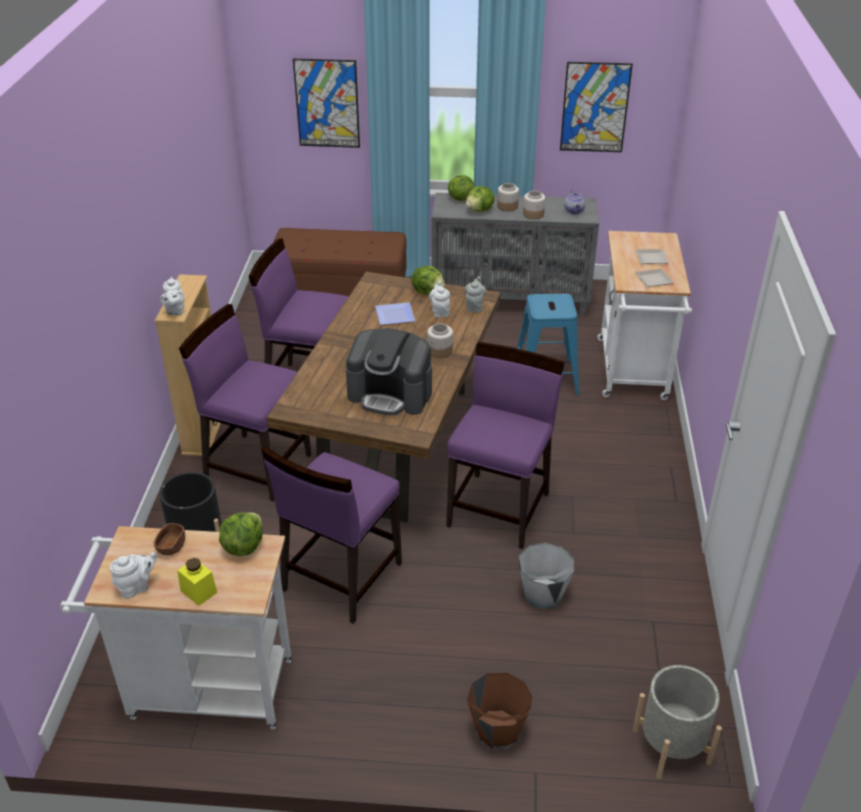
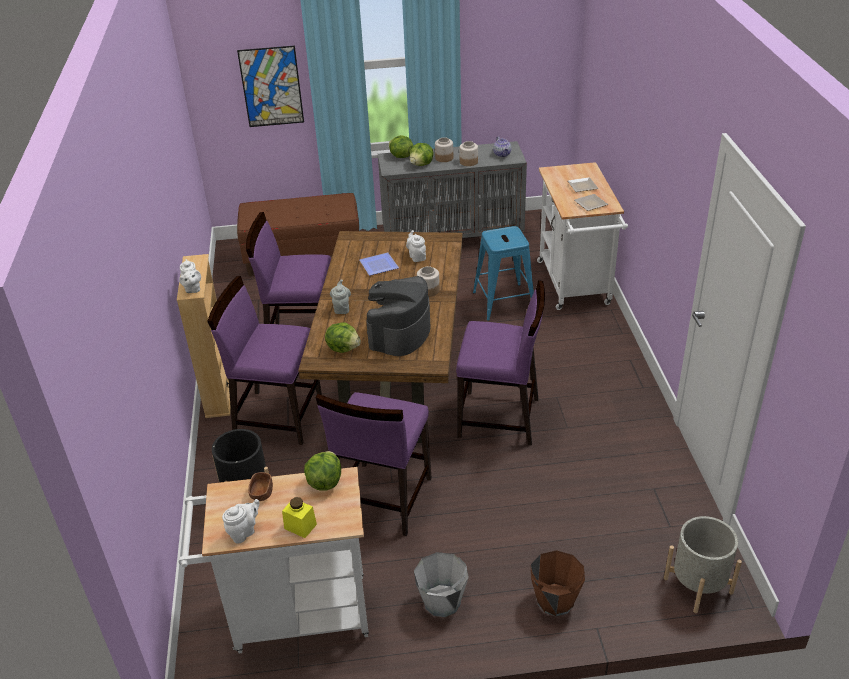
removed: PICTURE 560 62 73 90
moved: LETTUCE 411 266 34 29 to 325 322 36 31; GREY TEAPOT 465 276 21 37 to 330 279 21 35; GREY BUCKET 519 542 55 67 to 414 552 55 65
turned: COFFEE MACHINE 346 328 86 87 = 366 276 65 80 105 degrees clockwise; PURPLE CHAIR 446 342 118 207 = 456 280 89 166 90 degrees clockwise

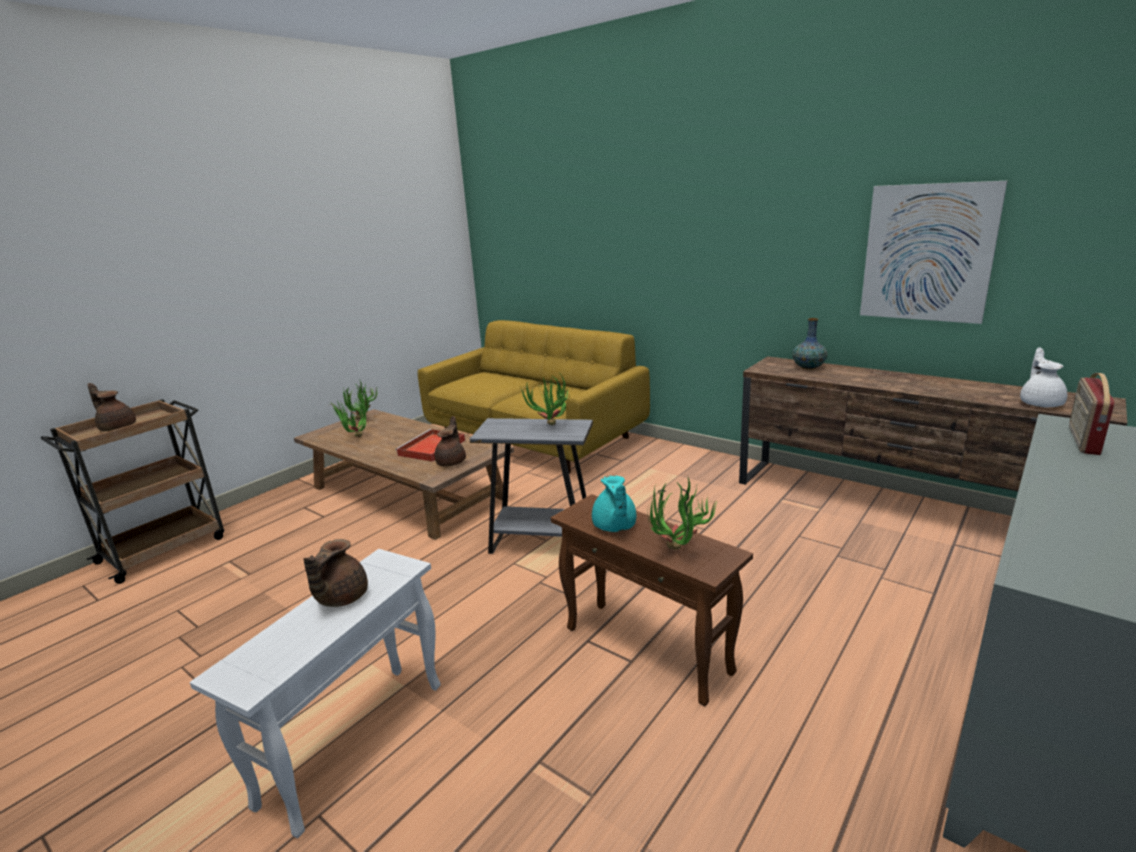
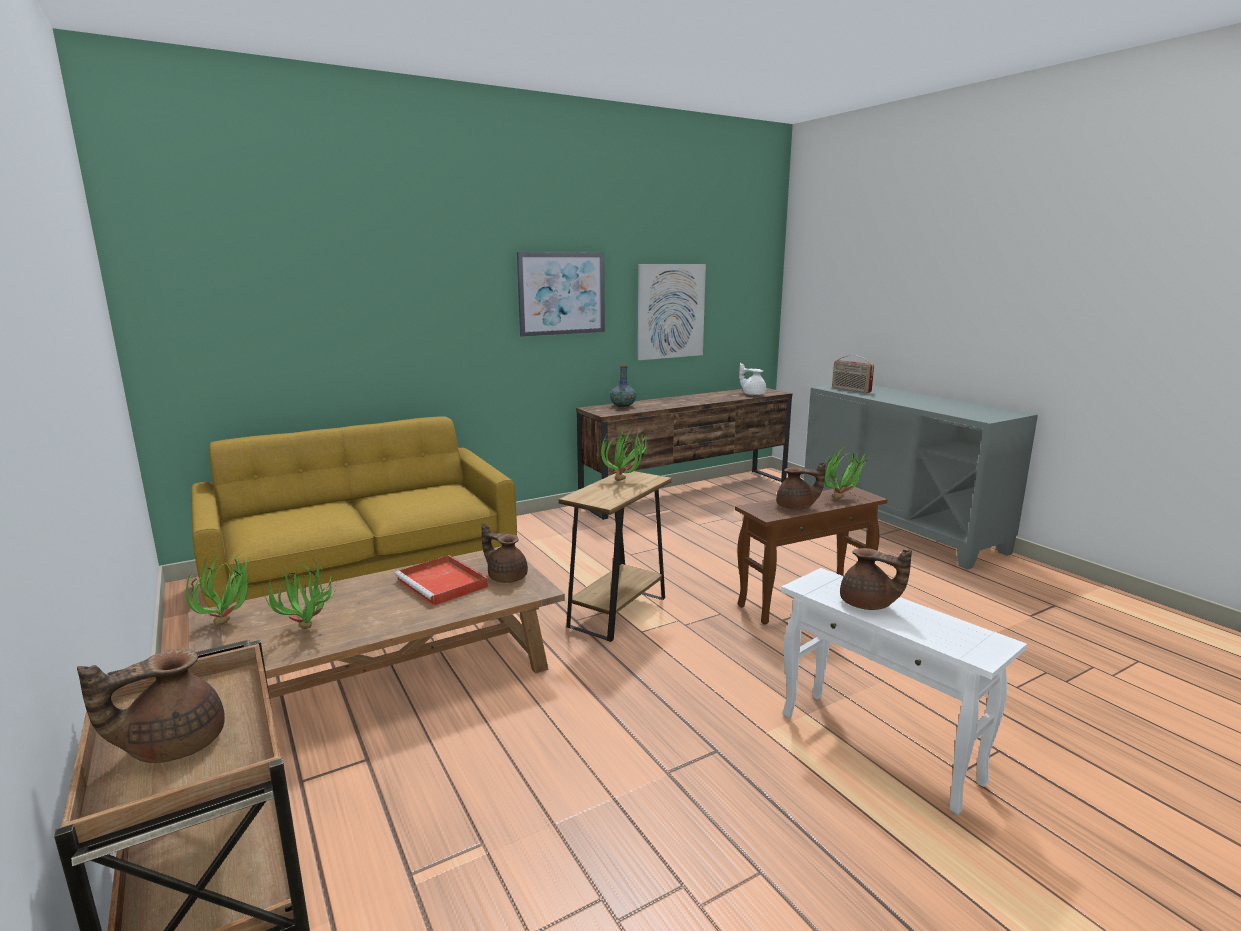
added: PICTURE 517 252 88 85
recoloured: GREY SIDE TABLE 470 418 123 136 to BROWN SIDE TABLE 559 470 113 172; TURQUOISE TEAPOT 592 475 44 57 to BROWN TEAPOT 776 462 50 48

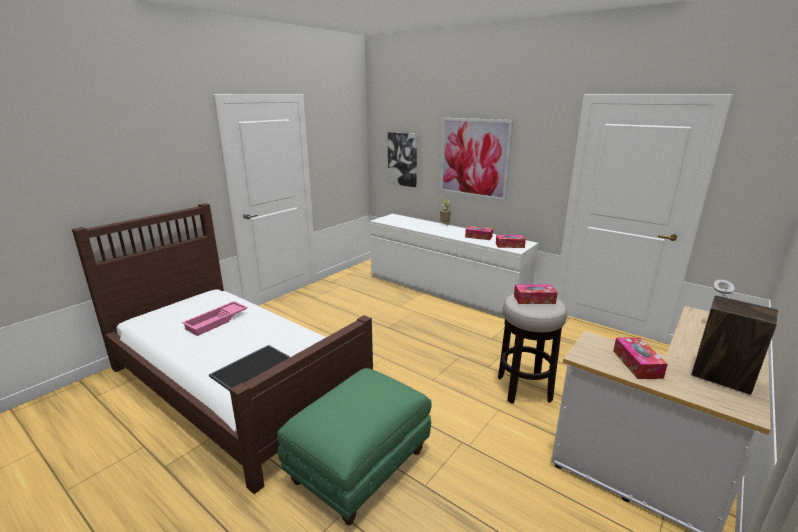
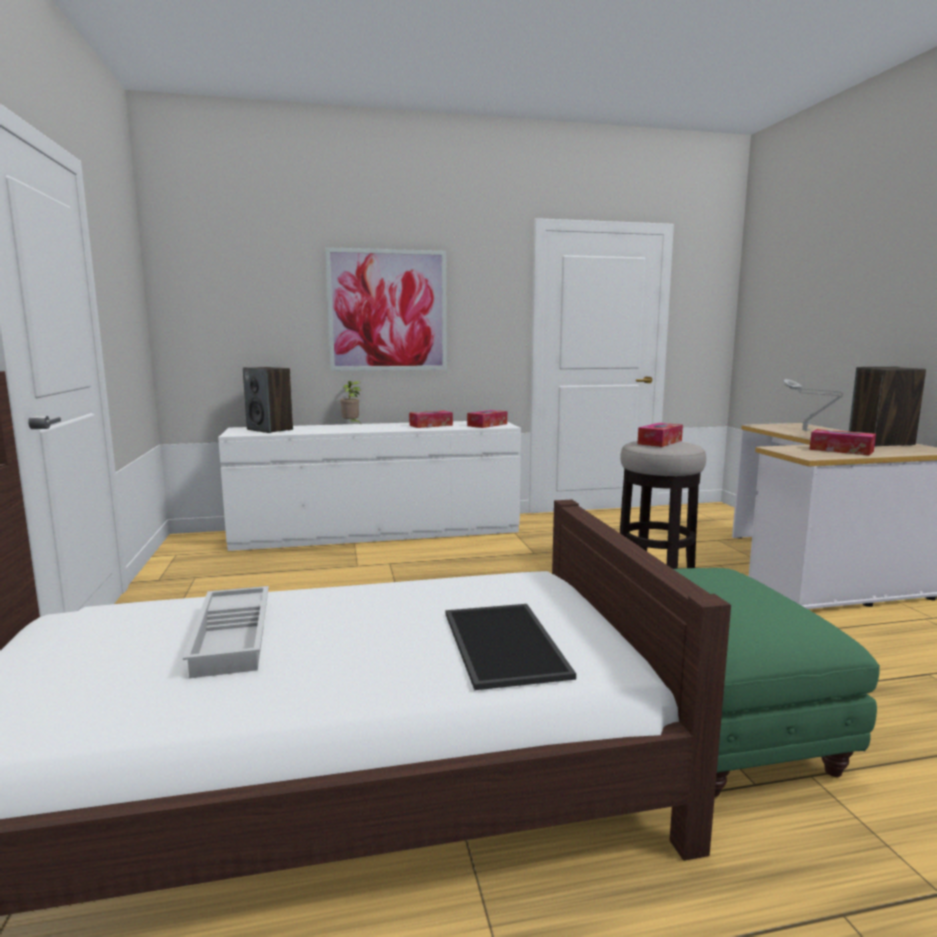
removed: PICTURE 388 132 29 55
added: SPEAKER 243 367 50 66
recoloured: PINK TRAY 182 301 66 35 to WHITE TRAY 183 586 86 92

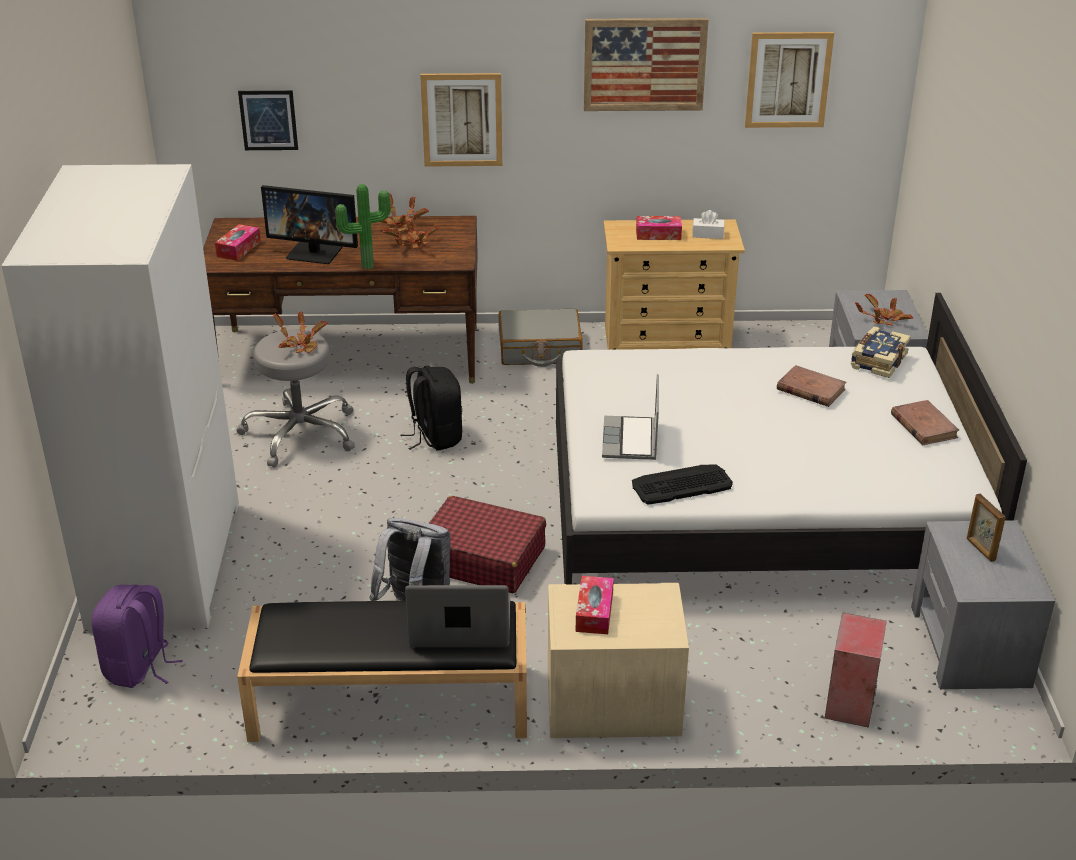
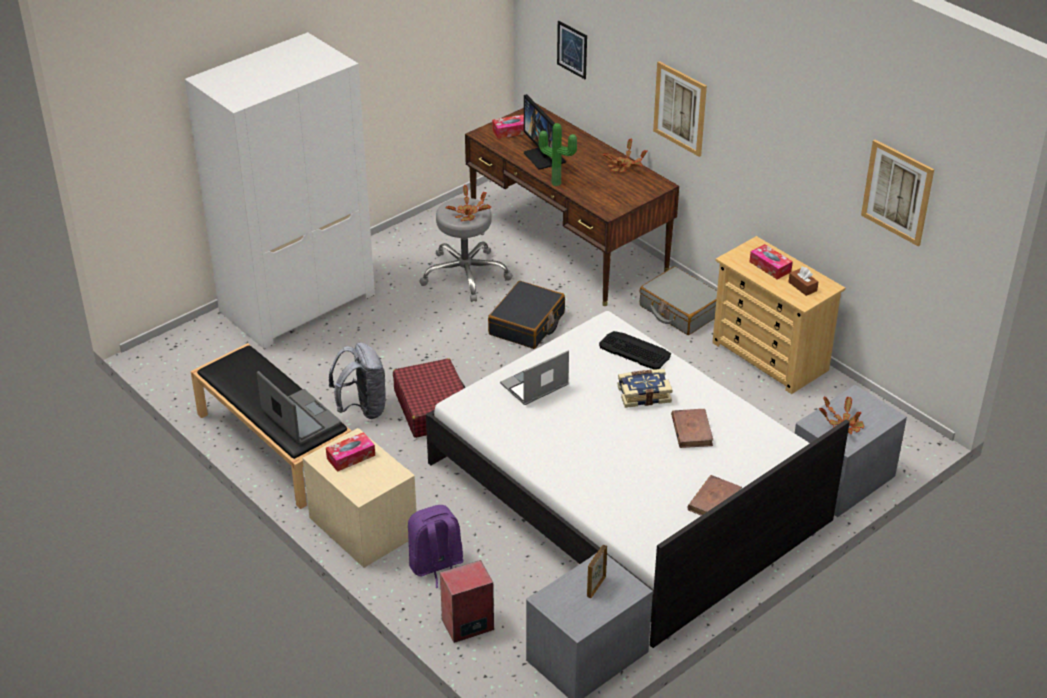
removed: PICTURE 584 18 125 93; POTTED PLANT 383 221 56 27
moved: BOOK 851 326 60 52 to 618 369 54 39; KEYBOARD 632 464 101 41 to 599 331 72 39; PURPLE BACKPACK 91 584 92 104 to 408 505 55 83
replaced: BLACK BACKPACK 401 366 61 85 to BLACK SUITCASE 488 281 77 68
recoloured: WHITE TISSUE BOX 692 210 33 29 to BROWN TISSUE BOX 789 267 29 29

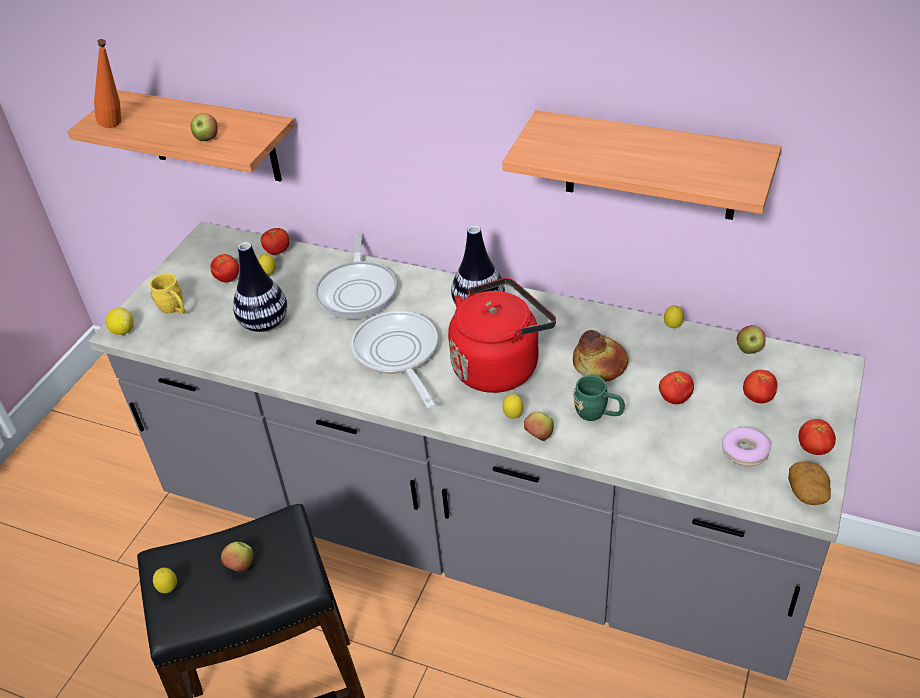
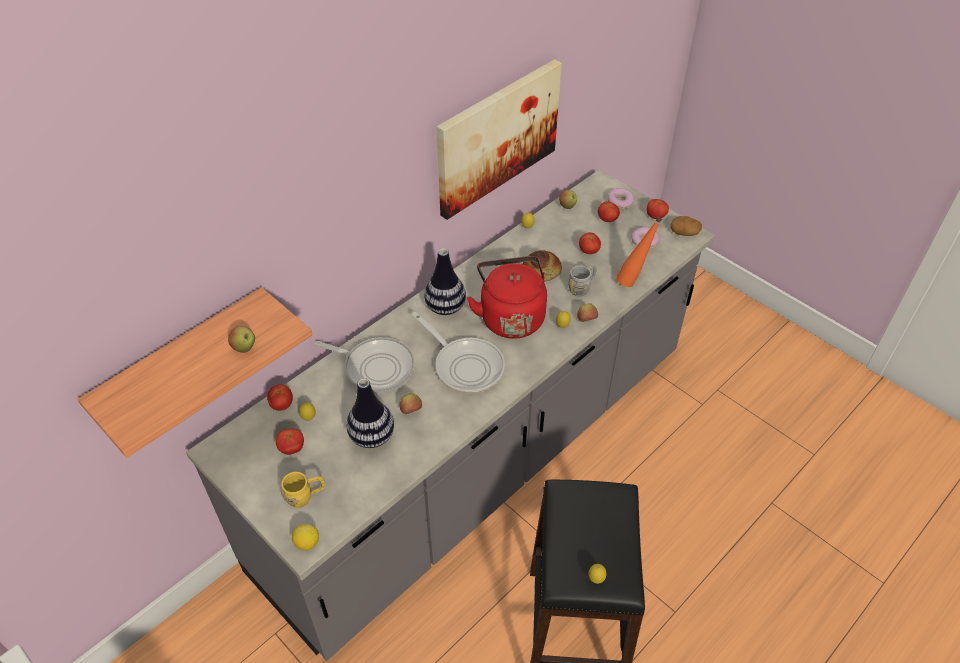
added: DONUT 608 188 26 21
moved: ORANGE BOTTLE 94 39 27 89 to 616 217 46 70; APPLE 221 542 32 30 to 400 393 22 21
replaced: SHELF 502 110 280 110 to PICTURE 436 59 126 161
recoloured: GREEN MUG 573 375 52 46 to GREY MUG 568 265 29 31
turned: FRYING PAN 351 311 87 97 = 412 312 93 81 135 degrees counterclockwise

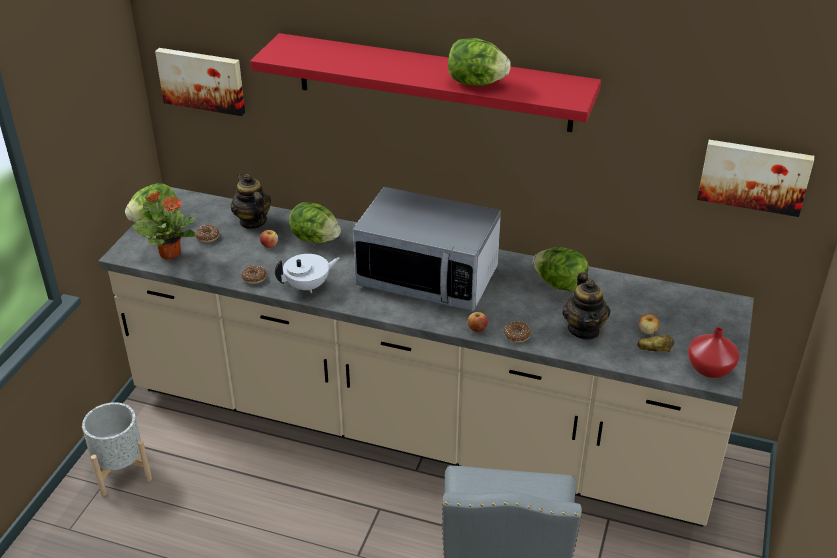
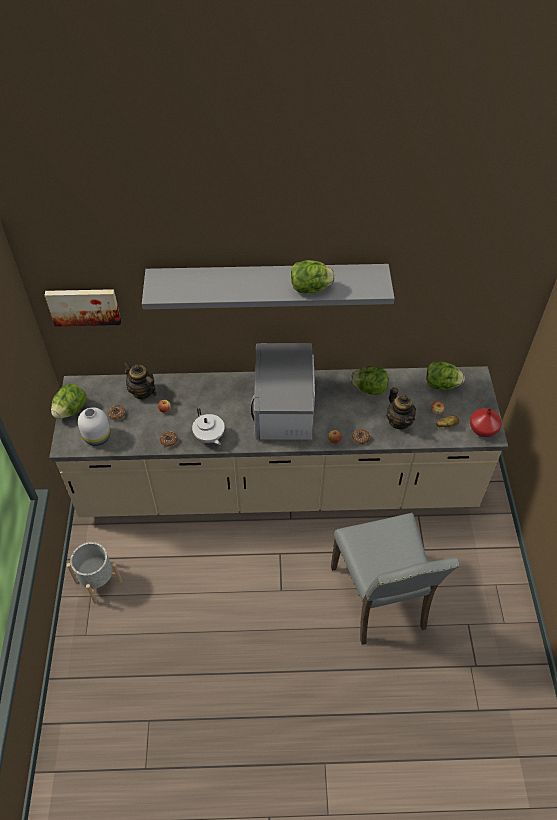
removed: PICTURE 697 140 117 77
moved: LETTUCE 289 202 52 41 to 426 362 39 28
replaced: POTTED PLANT 132 191 64 69 to WHITE VASE 78 407 33 39
recoloured: RED SHELF 250 33 351 99 to GREY SHELF 142 264 253 45
turned: MICROWAVE 353 187 148 124 = 251 343 64 97 90 degrees clockwise; WHITE TEAPOT 275 254 65 39 = 192 408 33 37 105 degrees clockwise

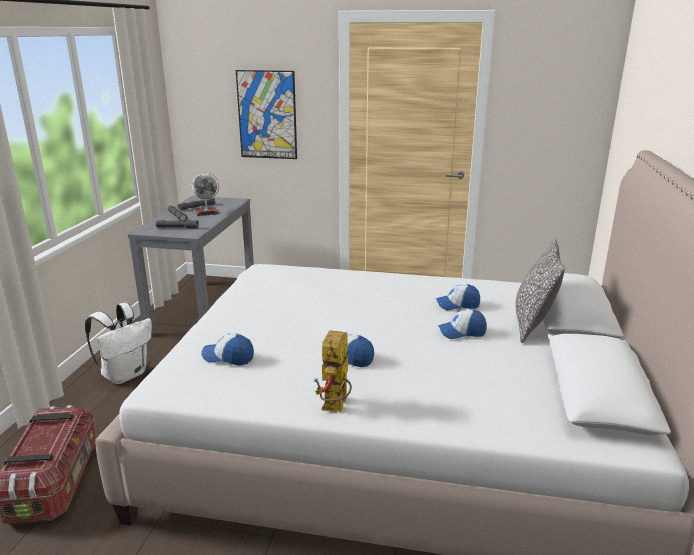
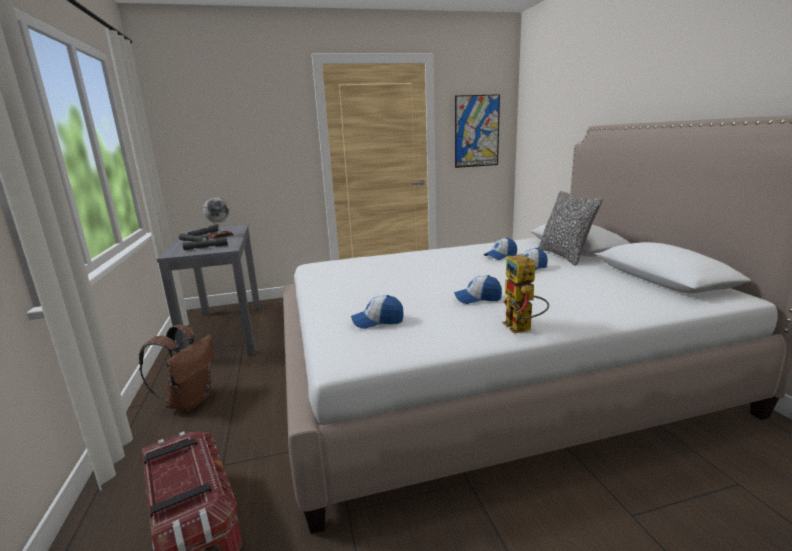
moved: PICTURE 236 70 61 89 to 455 94 45 74
recoloured: WHITE BACKPACK 85 303 67 81 to BROWN BACKPACK 139 324 74 87

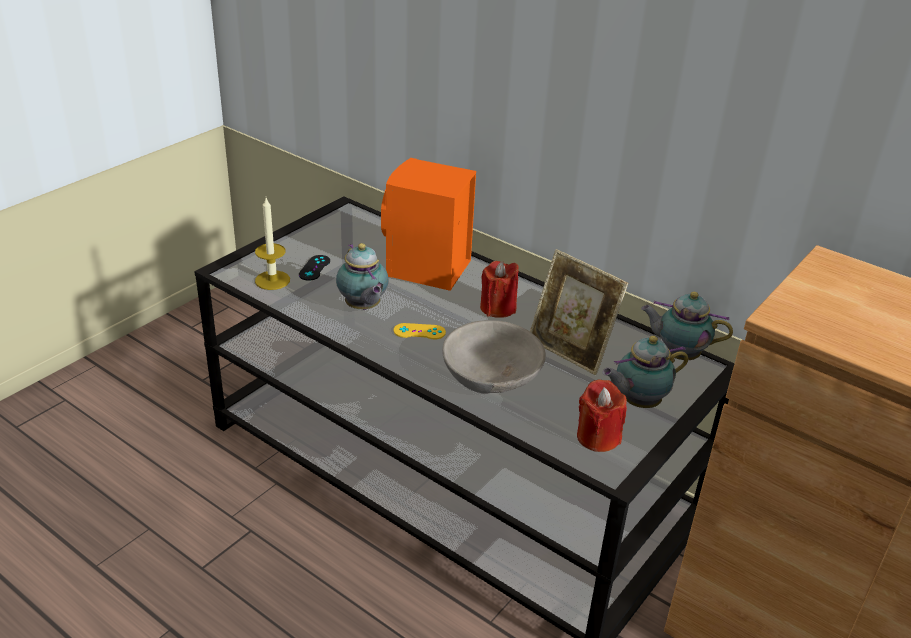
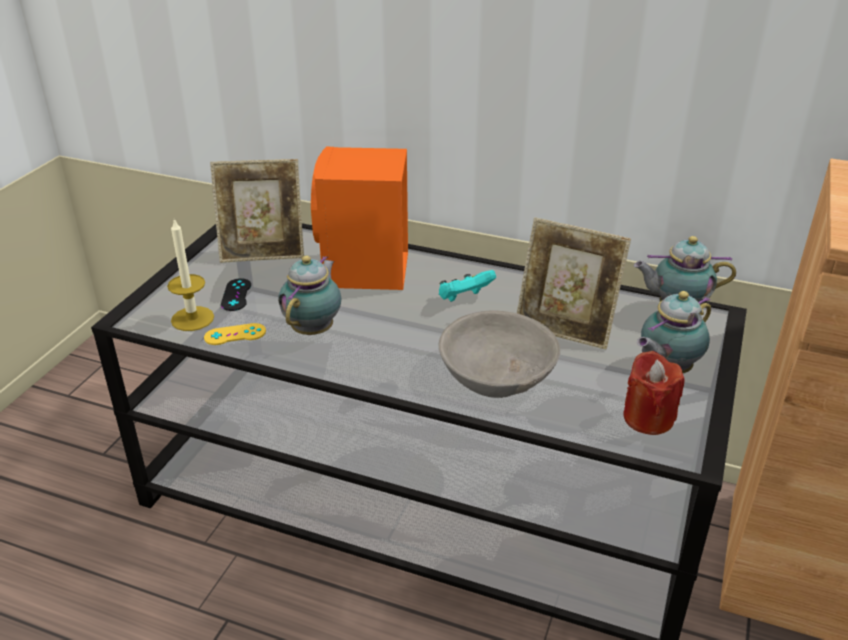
added: PICTURE FRAME 210 159 94 104
moved: YELLOW GAME CONTROLLER 394 323 52 16 to 204 323 62 22
replaced: RED CANDLE 480 261 39 57 to TURQUOISE GAME CONTROLLER 439 270 57 32
turned: TEAPOT 336 243 53 67 = 278 255 63 80 120 degrees counterclockwise

